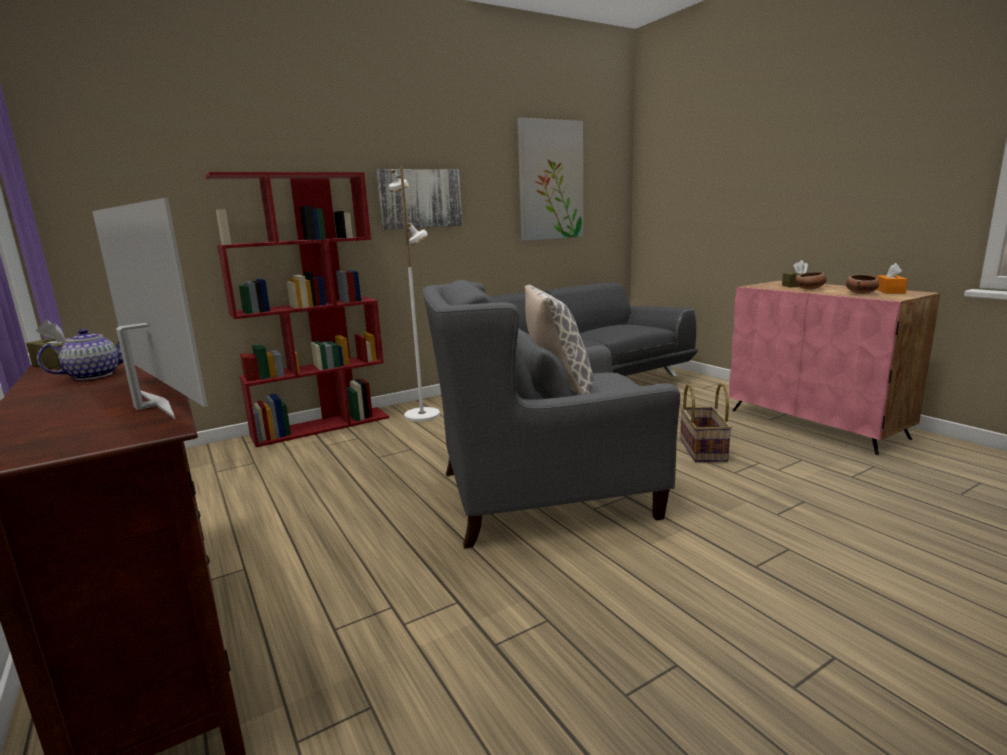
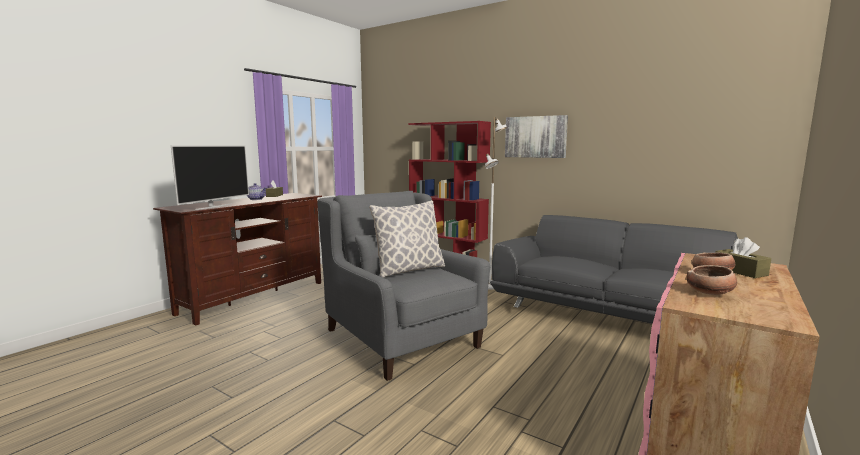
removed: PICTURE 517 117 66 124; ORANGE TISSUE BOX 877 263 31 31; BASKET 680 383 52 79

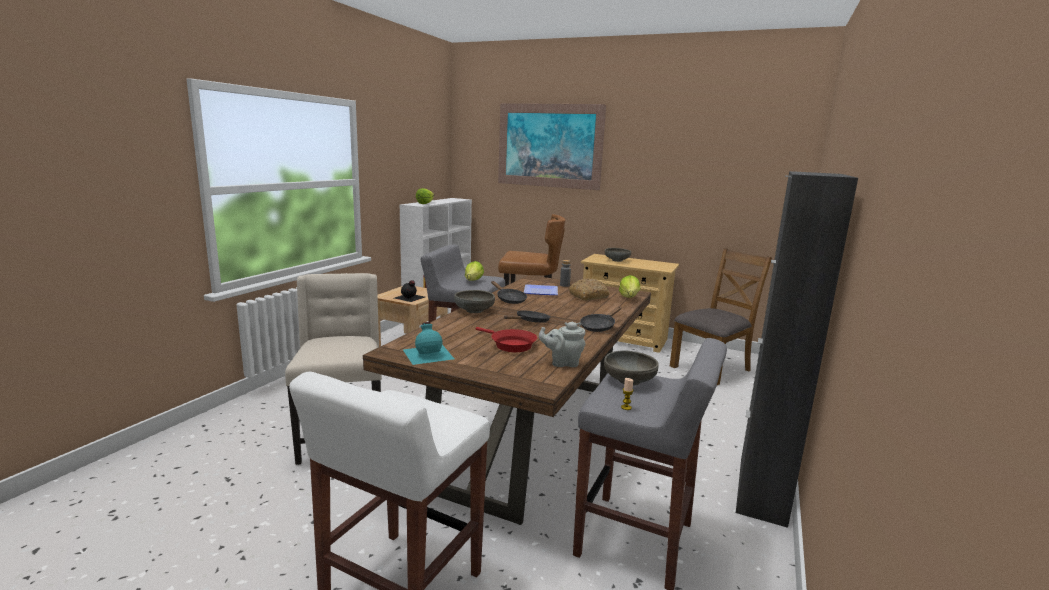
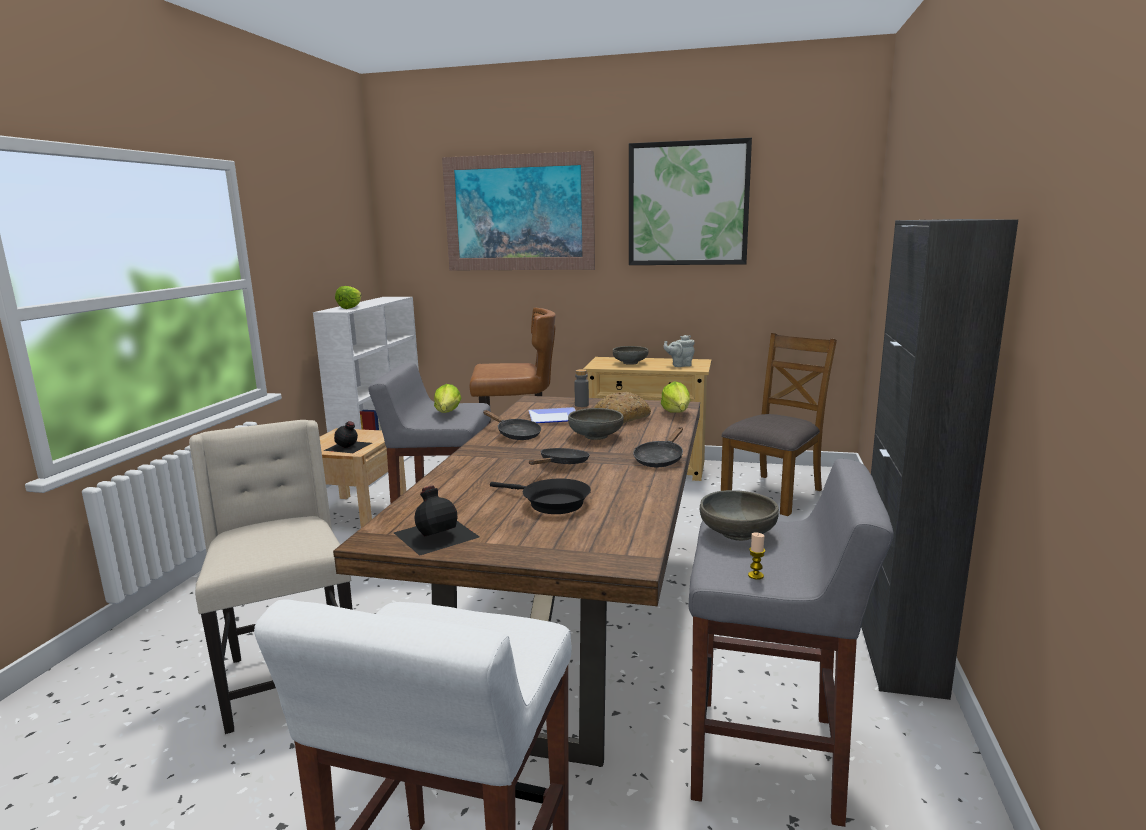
added: PICTURE 629 138 123 127
moved: GREY BOWL 454 290 41 23 to 568 408 56 32; GREY TEAPOT 539 322 47 45 to 664 335 31 32
recoloured: TURQUOISE BOTTLE 403 322 51 43 to BLACK BOTTLE 394 485 85 71; RED FRYING PAN 476 327 61 25 to BLACK FRYING PAN 490 479 101 35

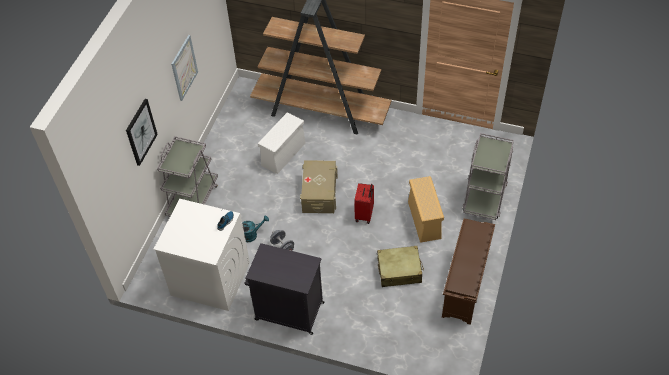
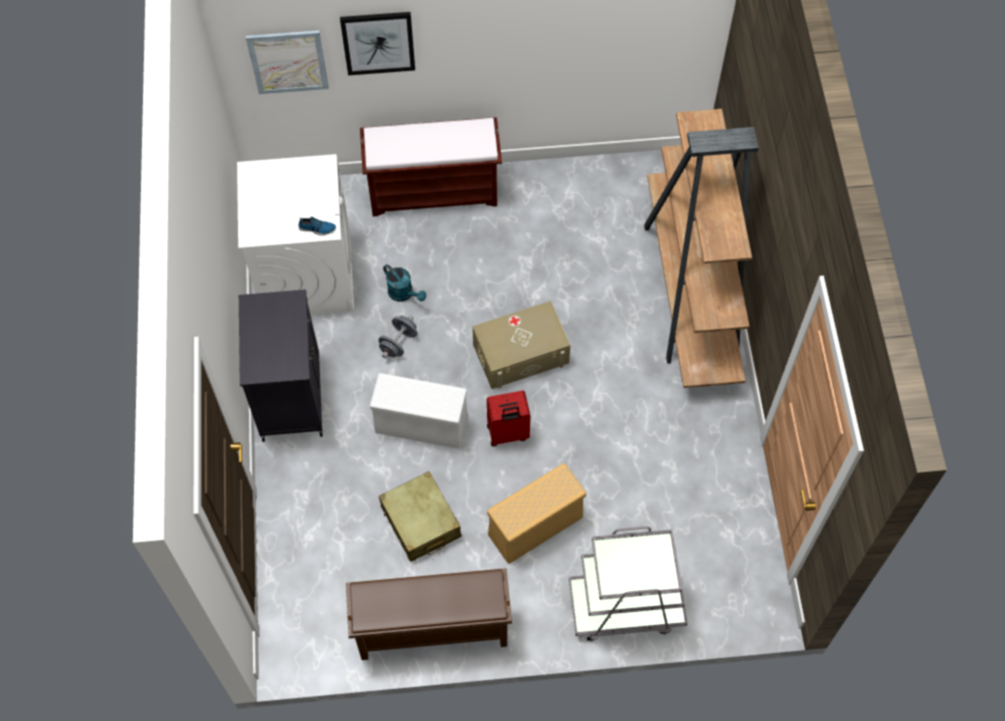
moved: PICTURE 171 35 27 66 to 246 30 83 64; WHITE STORAGE BOX 258 112 48 62 to 370 373 98 76
replaced: GREY CART 157 136 61 80 to BROWN BENCH 360 117 142 100

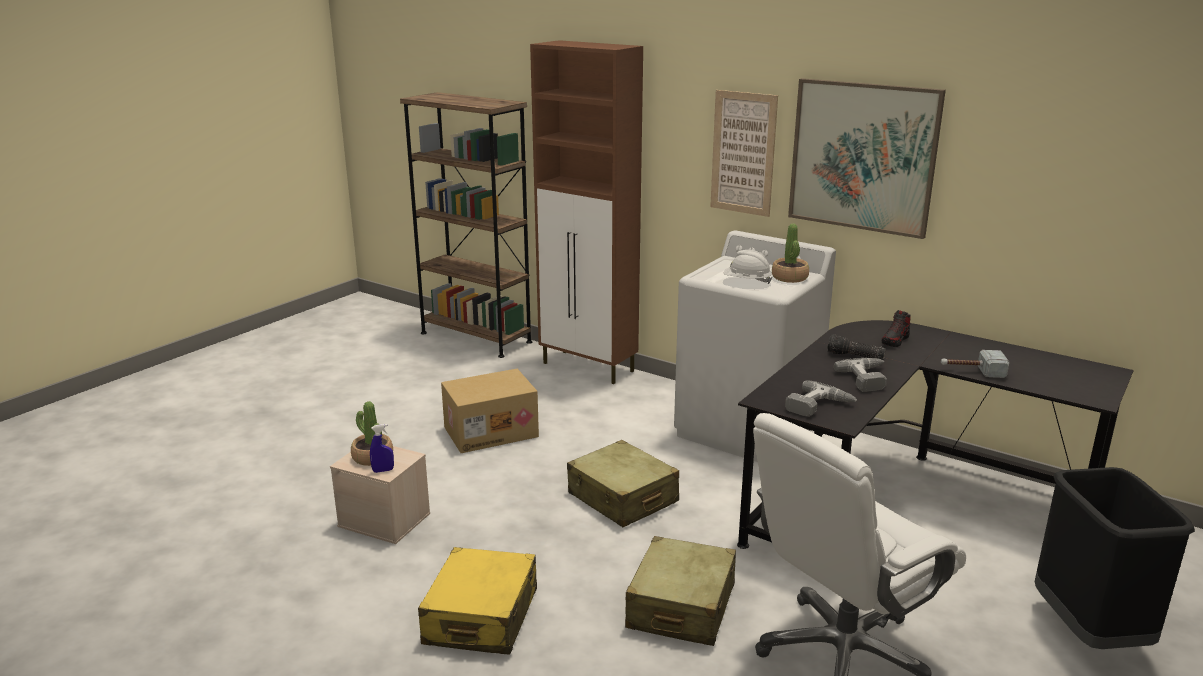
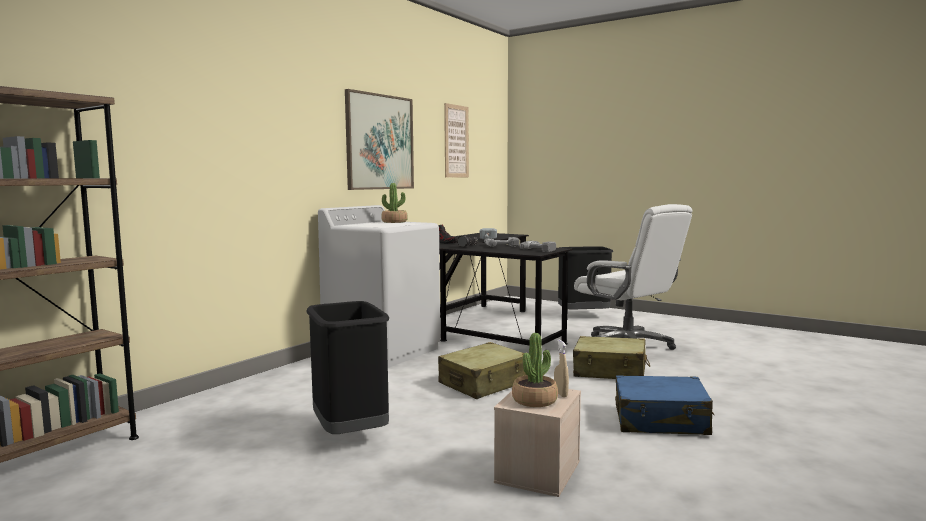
removed: BROWN CABINET 530 40 113 344; WHITE HARD HAT 724 250 49 34
moved: PICTURE 710 90 68 127 to 444 103 25 74
replaced: CARDBOARD BOX 441 369 98 84 to BLACK TRASH CAN 306 301 83 133
recoloured: BLUE SPRAY BOTTLE 370 424 24 49 to BEIGE SPRAY BOTTLE 554 339 15 58; YELLOW SUITCASE 418 547 119 108 to BLUE SUITCASE 615 375 100 60

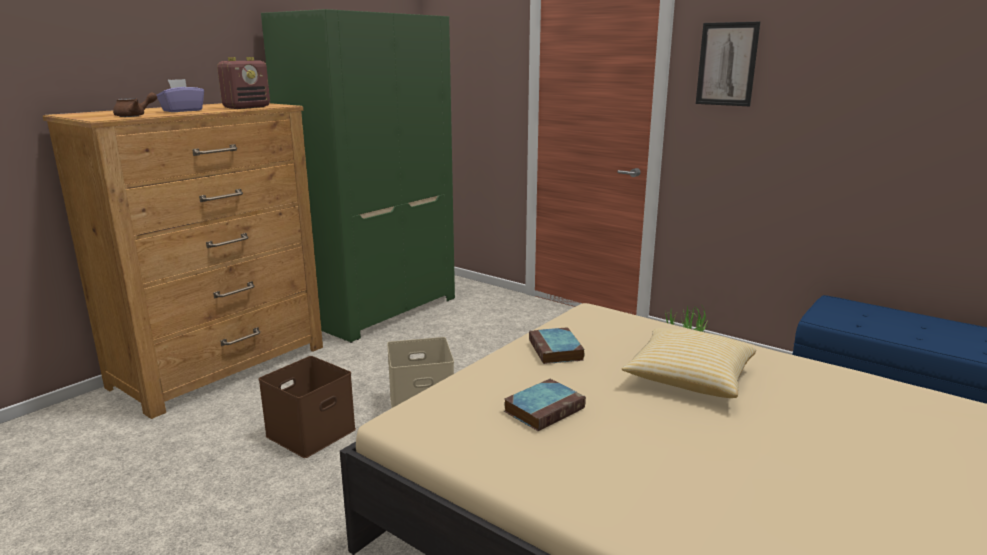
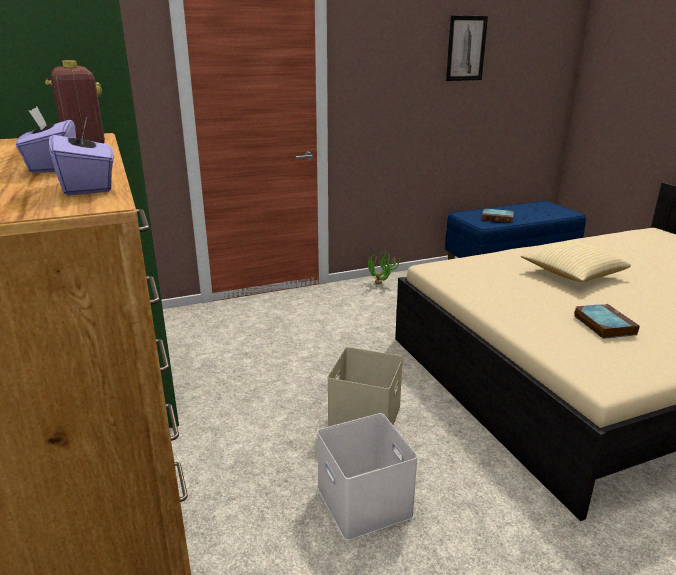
moved: PICTURE 696 22 64 84 to 446 15 42 66; BOOK 529 327 56 37 to 481 208 33 15
replaced: BROWN TEAPOT 113 93 44 24 to PURPLE TISSUE BOX 49 118 65 78
recoloured: BROWN STORAGE BOX 259 356 97 102 to WHITE STORAGE BOX 317 413 101 128

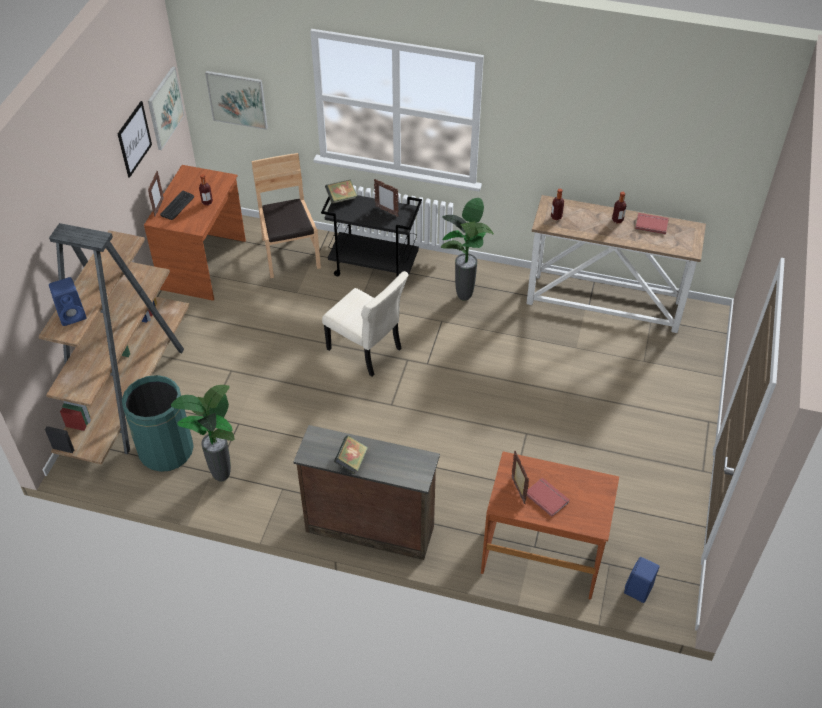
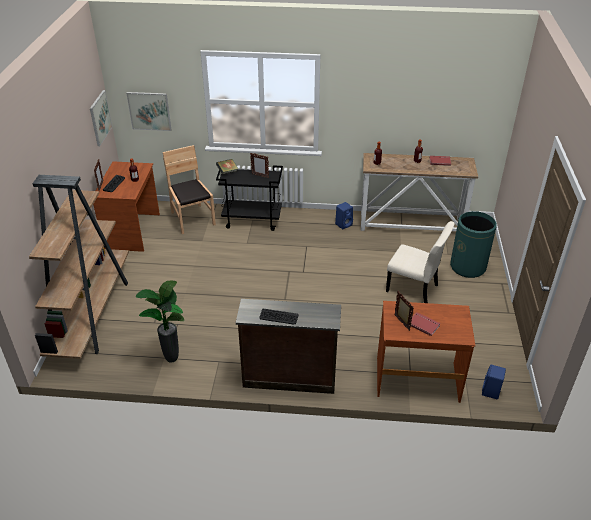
removed: PICTURE 117 101 35 77; POTTED PLANT 441 198 53 103
moved: BEIGE CHAIR 322 271 87 105 to 386 221 69 82; BLUE SPEAKER 49 277 38 49 to 335 202 18 27; GREEN TRASH CAN 122 375 72 97 to 450 211 47 67
replaced: BOOK 334 435 34 40 to KEYBOARD 259 309 39 15

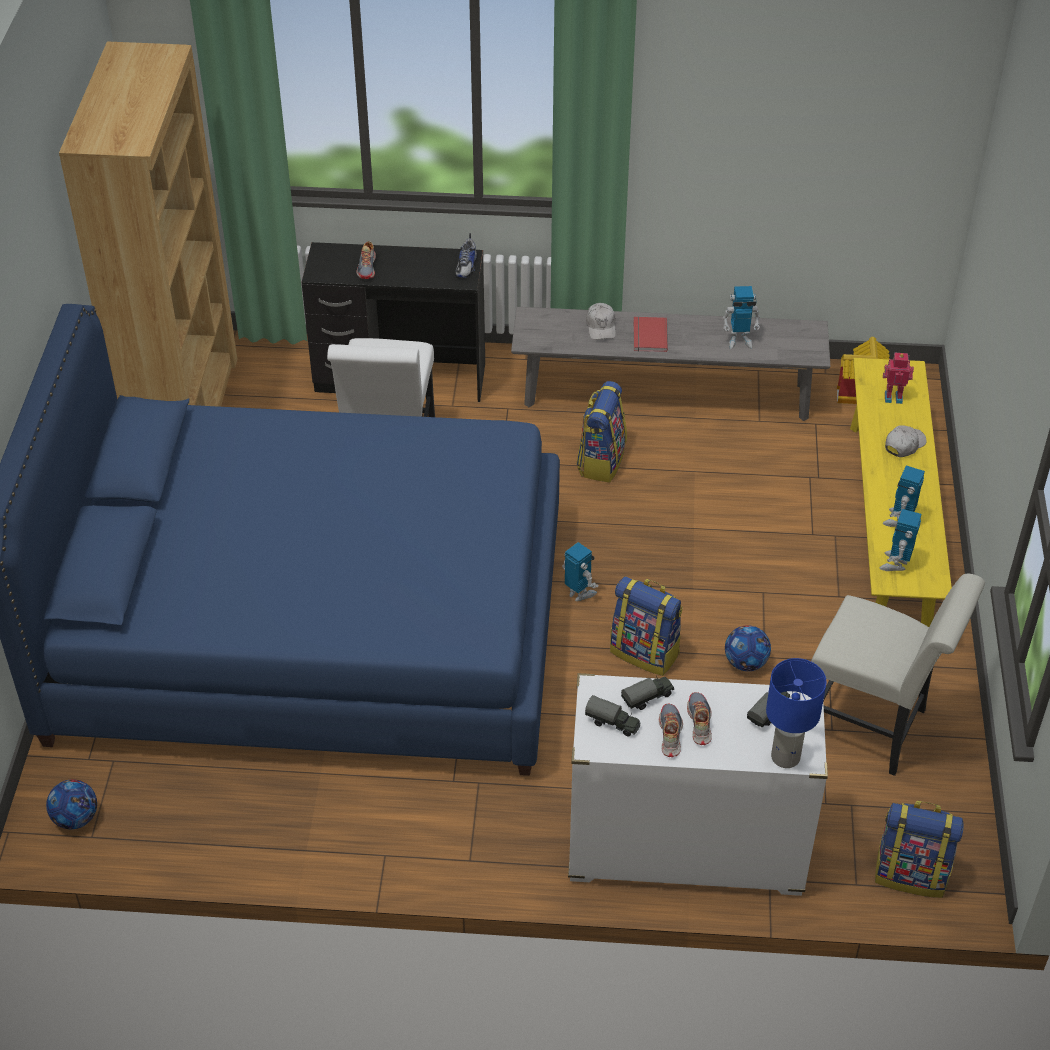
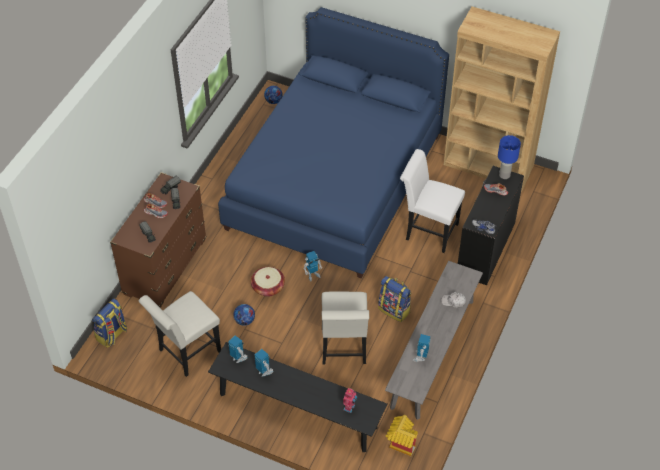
removed: RED BOOK 634 317 34 35; WHITE CAP 885 426 42 31
added: WHITE CHAIR 322 291 47 73
moved: BLUE TABLE LAMP 766 658 61 110 to 498 135 23 44
replaced: BACKPACK 610 576 73 100 to BASKET 251 267 34 30
recoloured: YELLOW BENCH 850 358 102 269 to BLACK BENCH 208 342 180 110; WHITE DRESSER 568 673 260 223 to BROWN DRESSER 110 172 96 136

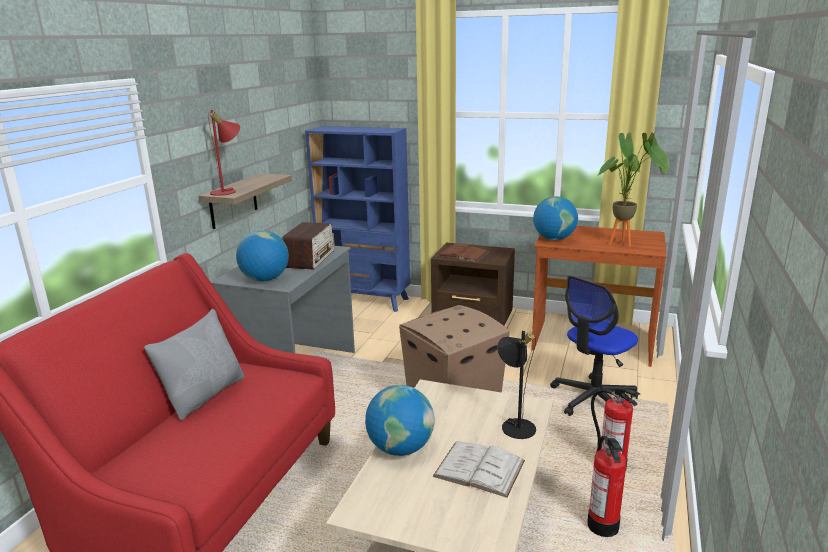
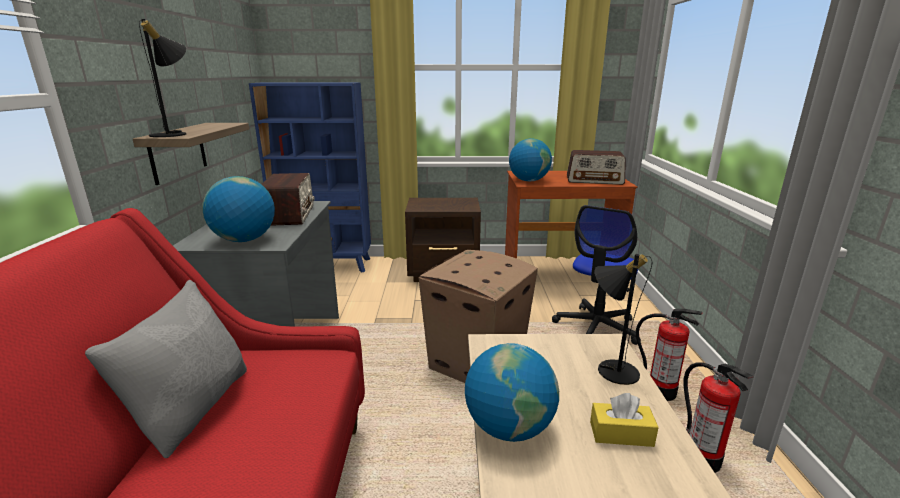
removed: BROWN BOOK 438 243 50 19
replaced: POTTED PLANT 597 132 72 115 to RADIO 567 150 59 35; WHITE BOOK 433 441 92 57 to YELLOW TISSUE BOX 590 393 69 54
recoloured: RED TABLE LAMP 208 110 32 86 to BLACK TABLE LAMP 139 19 47 118

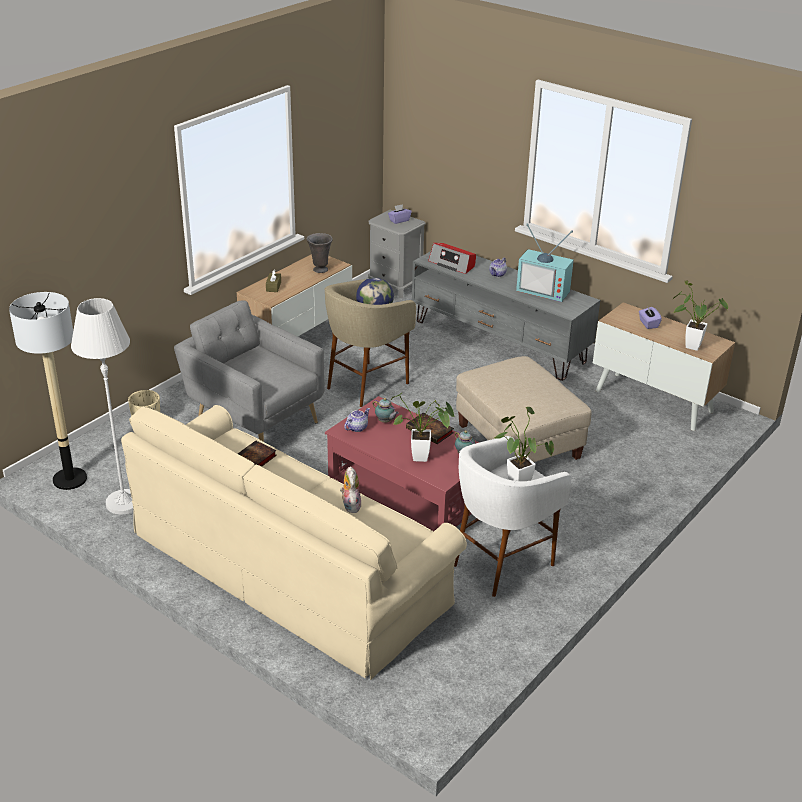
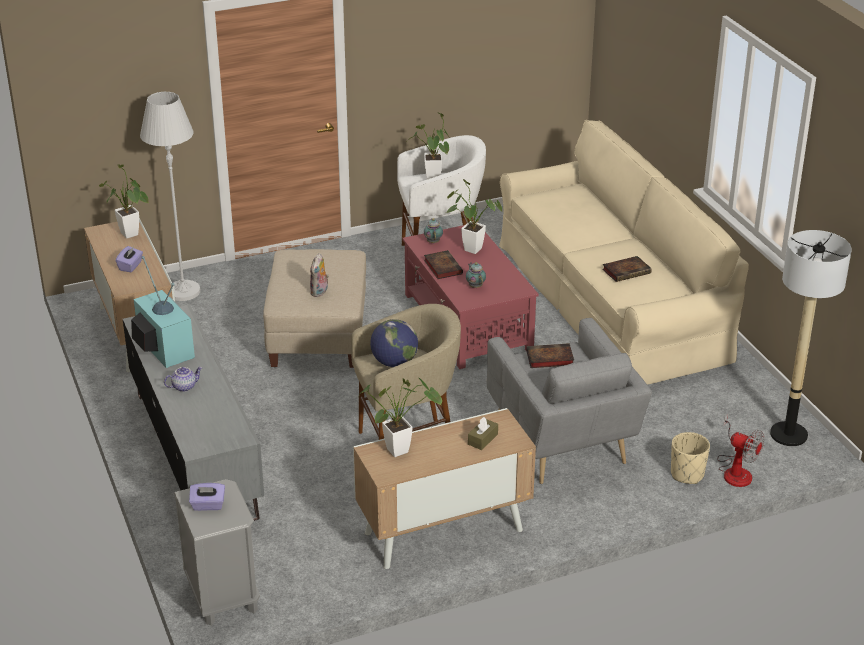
removed: RADIO 428 243 48 31; TEAPOT 344 408 26 24
added: BOOK 526 343 48 25; FAN 717 414 47 73
moved: WHITE FLOOR LAMP 71 298 63 216 to 140 92 61 209; PLUSH TOY 340 466 21 47 to 310 253 19 44
replaced: GREY VASE 306 233 27 40 to POTTED PLANT 359 378 83 79

